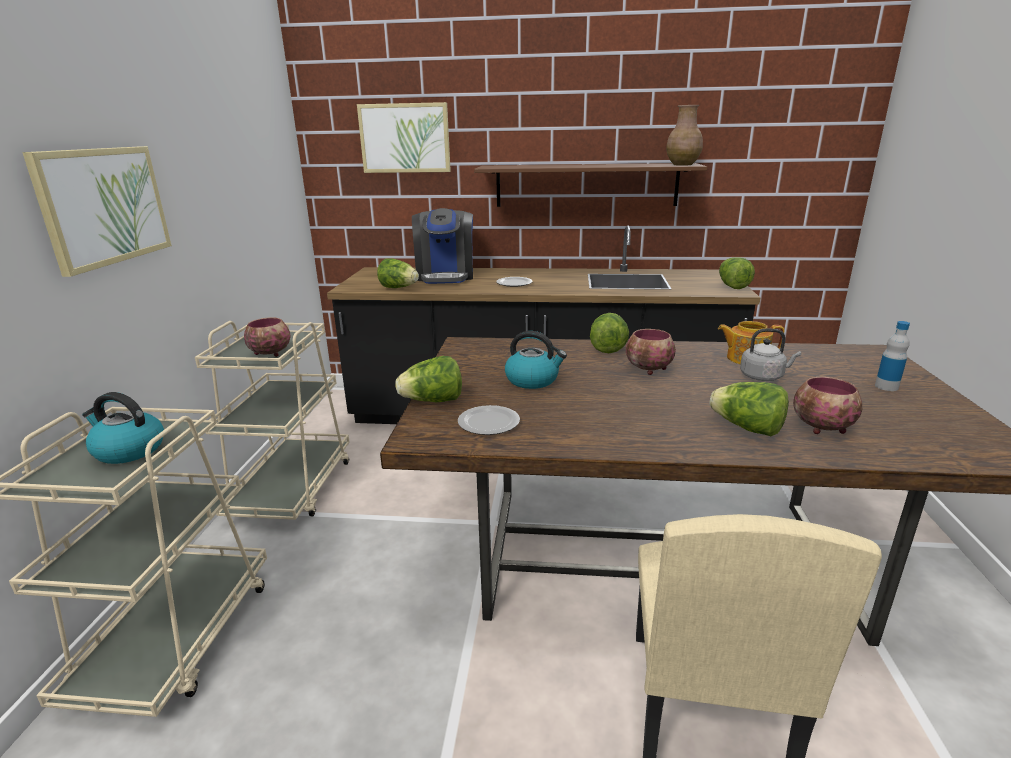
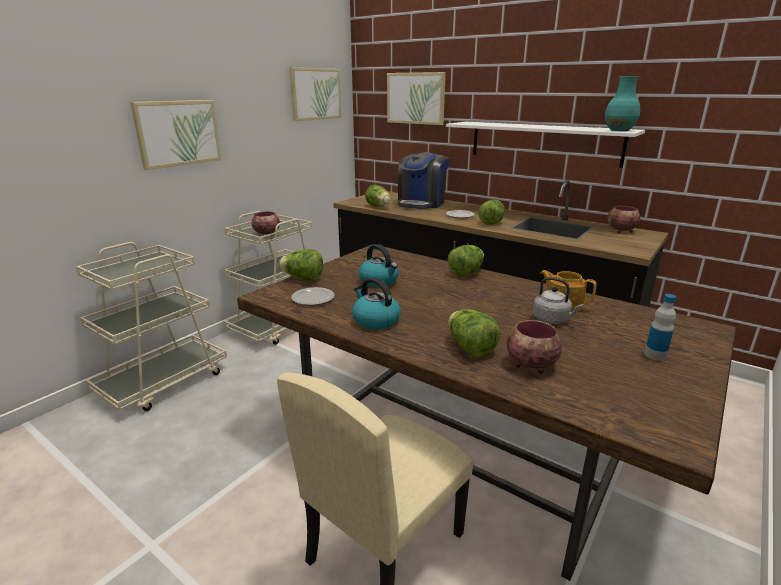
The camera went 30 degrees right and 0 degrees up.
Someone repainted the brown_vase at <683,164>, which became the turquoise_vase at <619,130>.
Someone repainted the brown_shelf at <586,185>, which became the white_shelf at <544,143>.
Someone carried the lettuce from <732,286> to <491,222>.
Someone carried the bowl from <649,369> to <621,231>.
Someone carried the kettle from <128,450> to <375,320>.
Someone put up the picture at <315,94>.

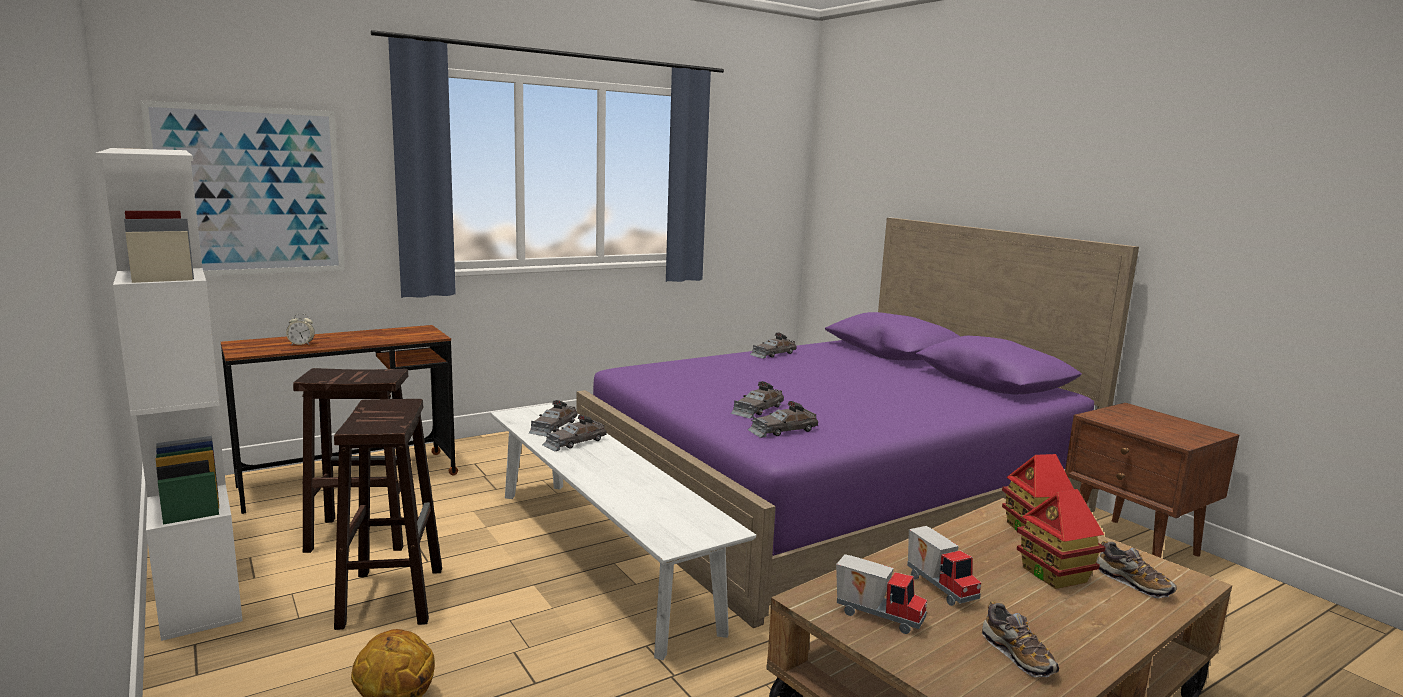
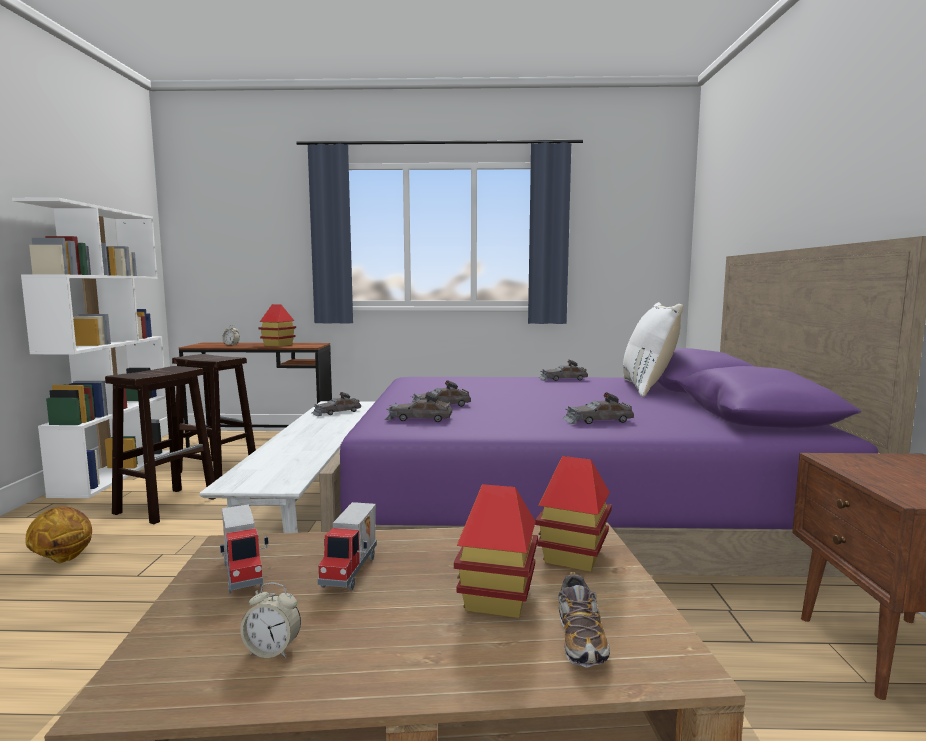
The camera went 35 degrees right and 5 degrees down.
Someone took away the picture at <250,191>.
Someone carried the grey_toy_car from <574,442> to <597,420>.
Someone swapped the shoe at <1017,655> for the alarm_clock at <272,650>.
Someone put down the white_pillow at <649,388>.
Someone put down the toy_house at <278,345>.

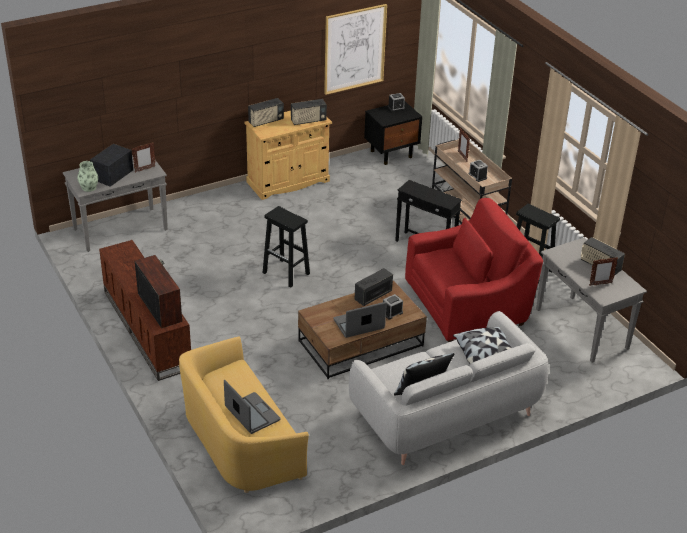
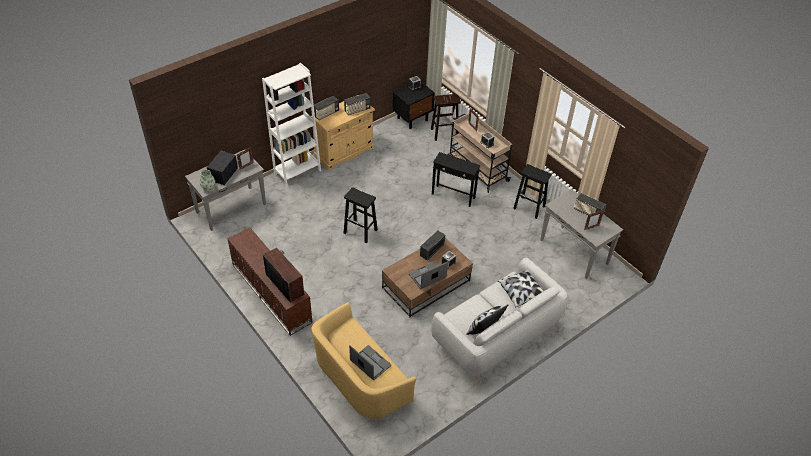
The camera went 10 degrees left and 10 degrees up.
Someone took away the picture at <354,49>.
Someone took away the red_armchair at <467,302>.
Someone put down the white_bookcase at <297,172>.
Someone put down the brown_stool at <444,133>.

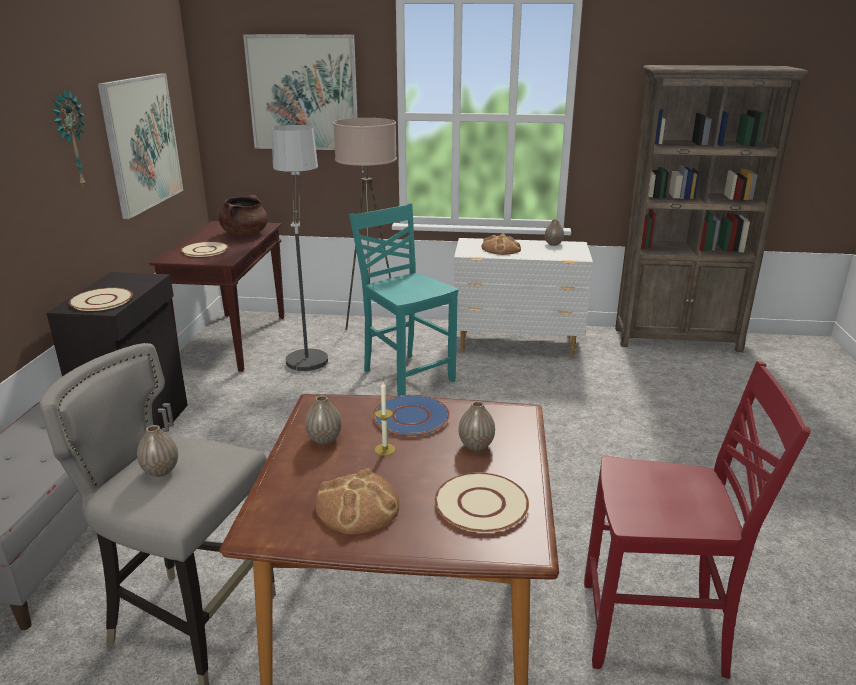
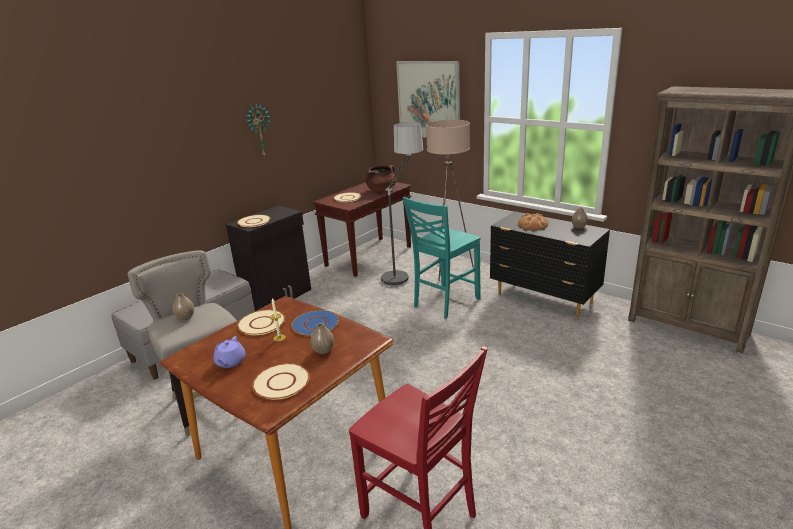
The camera went 35 degrees right and 0 degrees up.
Someone took away the picture at <142,143>.
Someone rotated the turquoise_chair at <406,375> by 135 degrees counterclockwise.
Someone repainted the white_dresser at <517,344>, which became the black_dresser at <544,299>.
Someone swapped the vase at <324,439> for the beige_plate at <261,323>.
Someone swapped the bread at <358,506> for the purple_teapot at <230,362>.

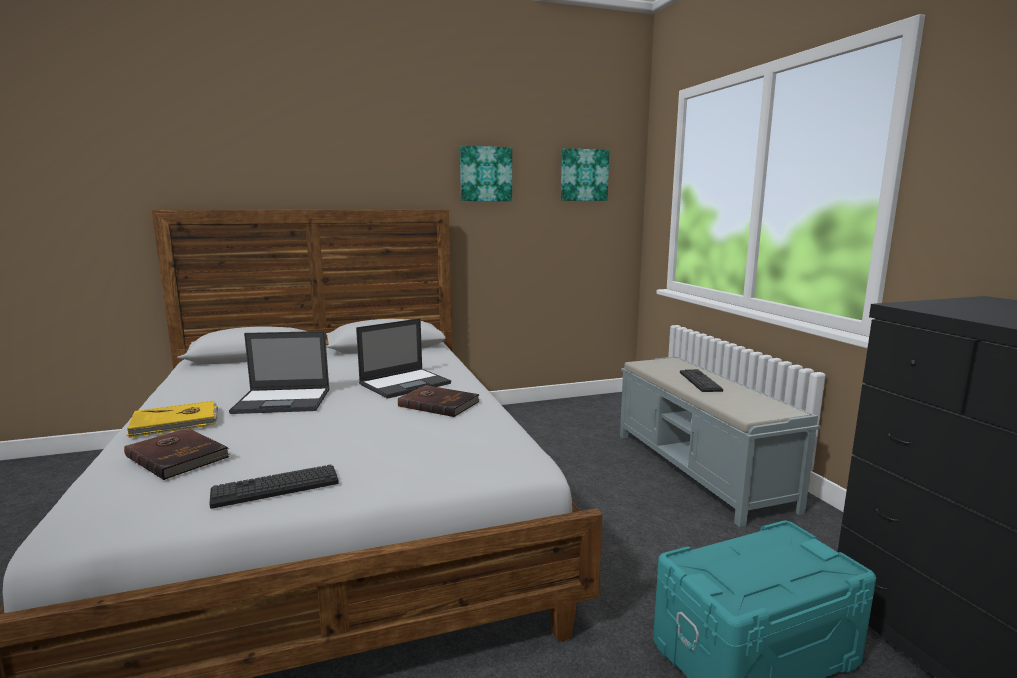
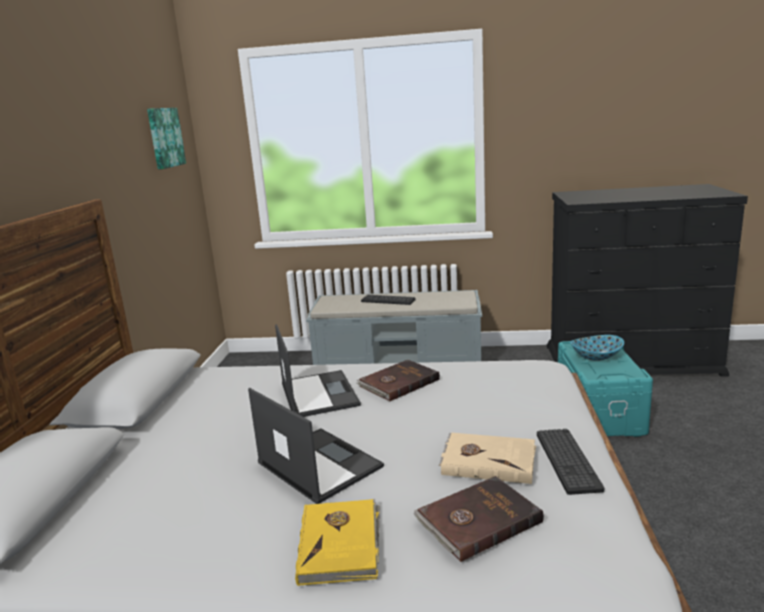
The camera went 65 degrees left and 5 degrees up.
Someone took away the picture at <485,174>.
Someone rotated the laptop at <284,401> by 60 degrees counterclockwise.
Someone put down the bowl at <595,357>.
Someone put down the beige_book at <488,460>.

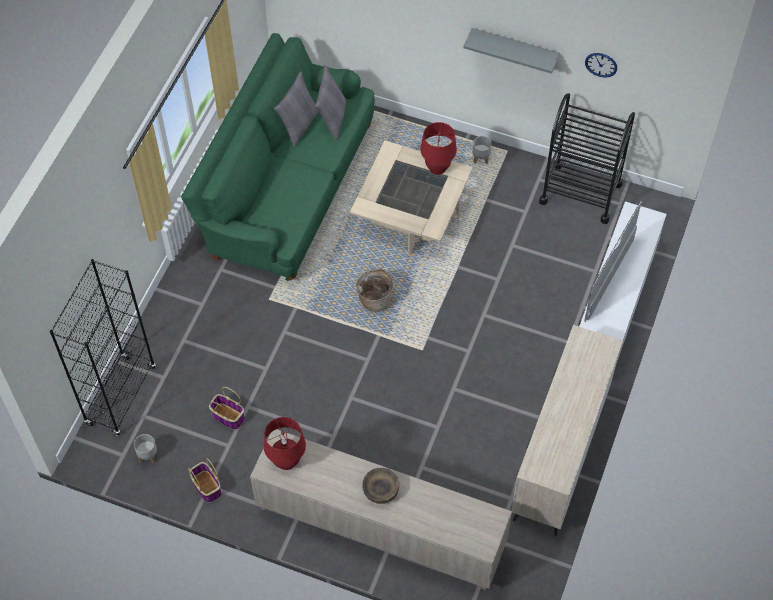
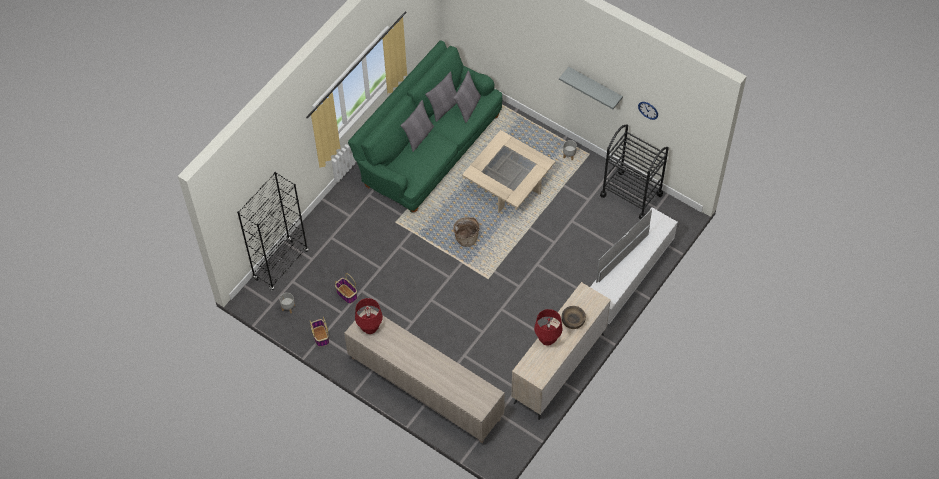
The camera went 15 degrees right and 0 degrees up.
Someone carried the red_table_lamp from <437,167> to <547,339>.
Someone carried the brown_bowl from <380,490> to <573,321>.
Someone put down the grey_pillow at <418,136>.

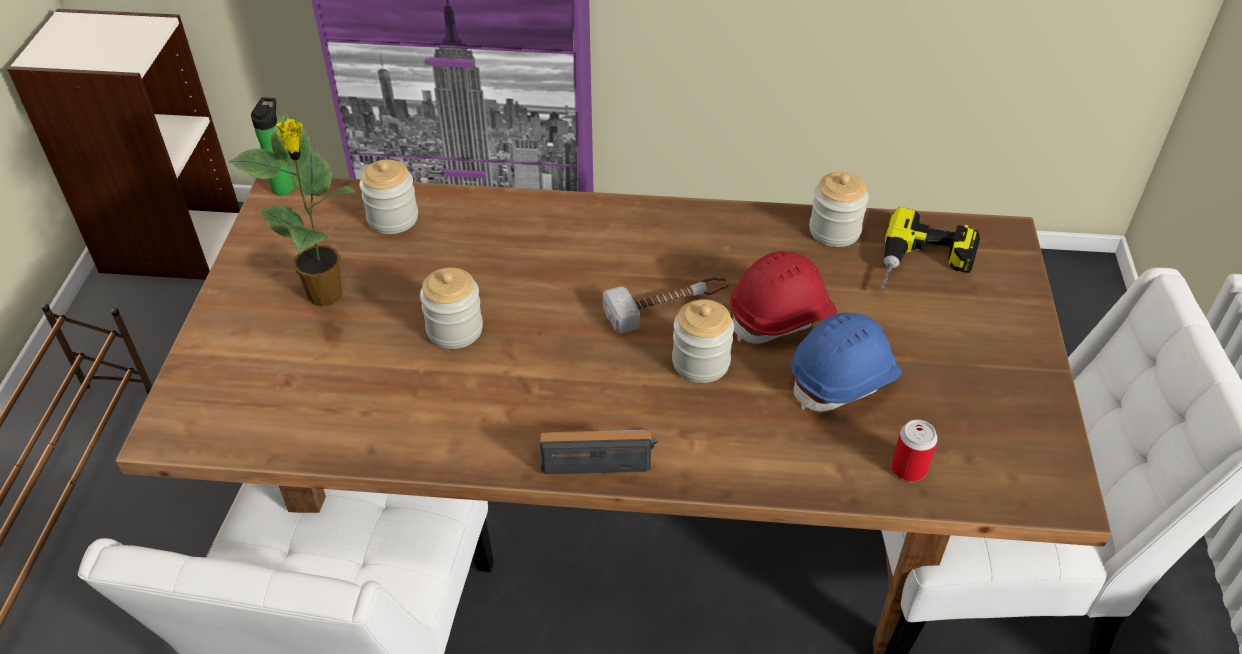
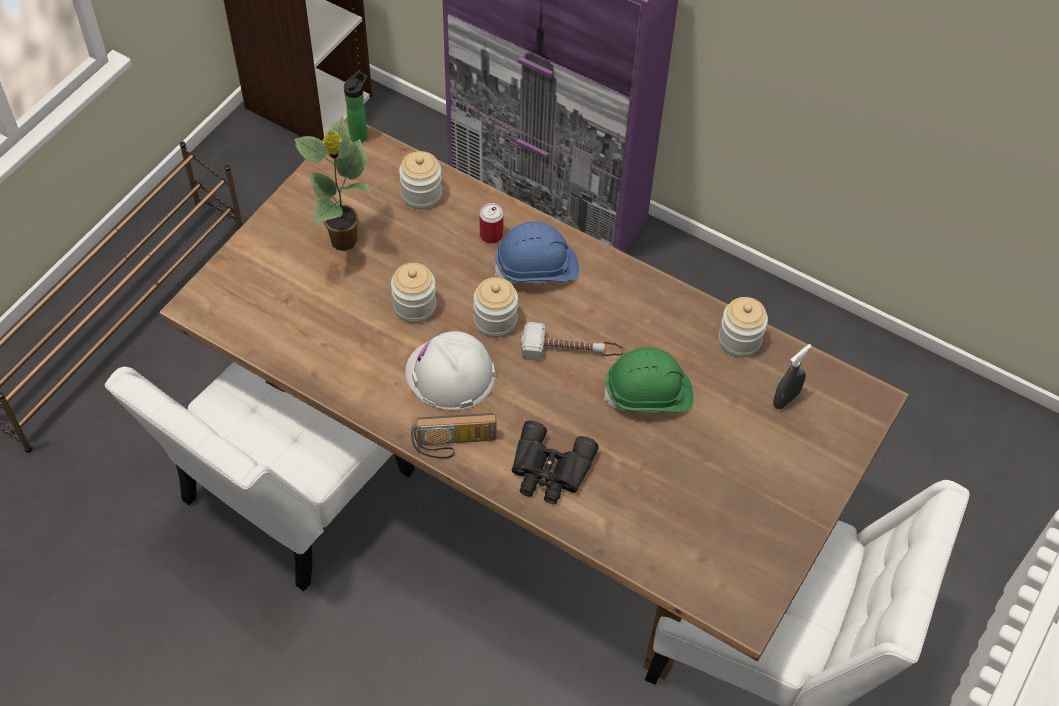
The camera went 25 degrees right and 10 degrees up.
Someone swapped the power_drill at <923,266> for the grey_spray_bottle at <785,399>.
Someone repainted the red_hard_hat at <782,316>, which became the green_hard_hat at <648,394>.
Someone carried the jar from <701,362> to <495,321>.
Someone carried the blue_hard_hat from <844,379> to <537,268>.
Someone carried the can from <909,468> to <491,235>.
Someone rotated the radio at <599,458> by 150 degrees clockwise.
Someone put down the white_hard_hat at <450,374>.
Someone put down the black_binoculars at <549,470>.

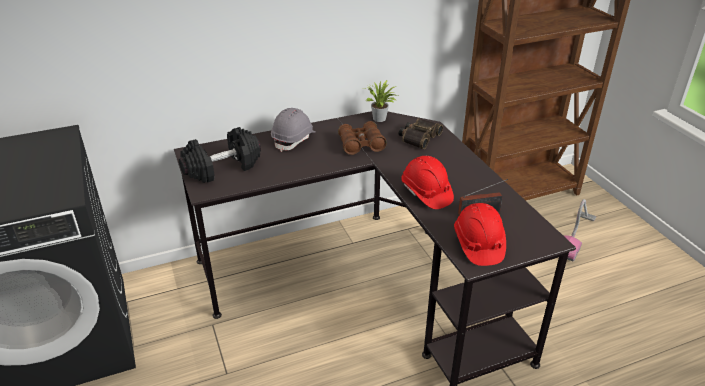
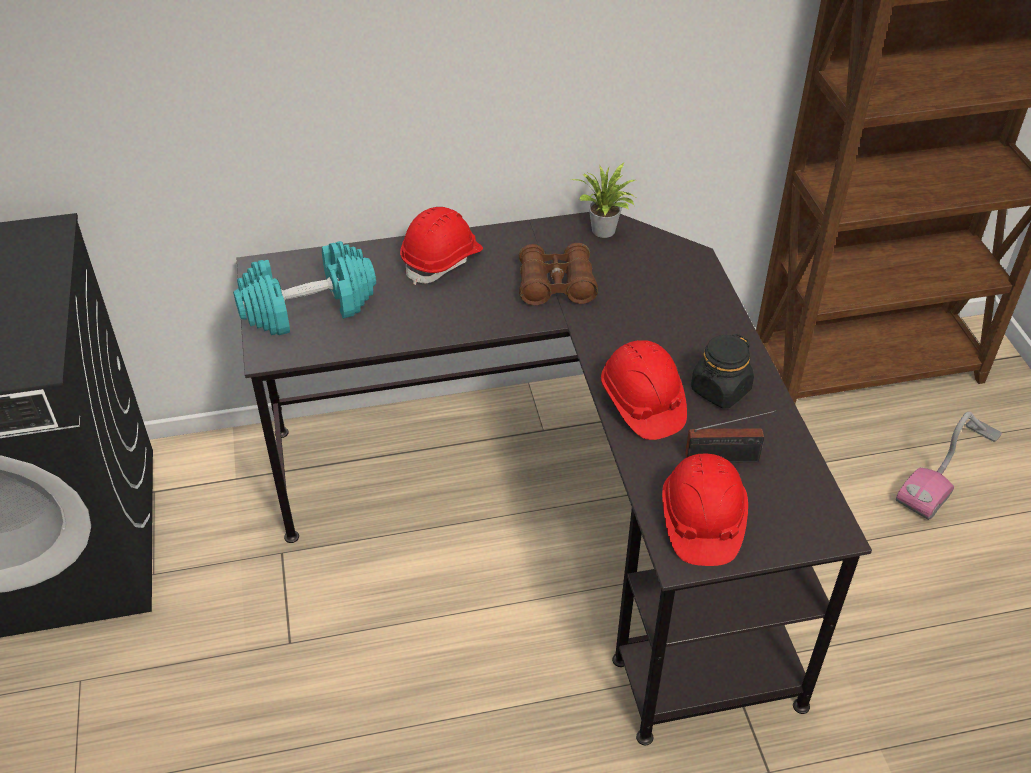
The camera went 10 degrees right and 10 degrees up.
Someone repainted the grey_hard_hat at <294,139>, which became the red_hard_hat at <442,260>.
Someone took away the binoculars at <418,137>.
Someone repainted the black_dumbbell at <222,168>, which became the turquoise_dumbbell at <308,309>.
Someone put down the black_jar at <720,390>.

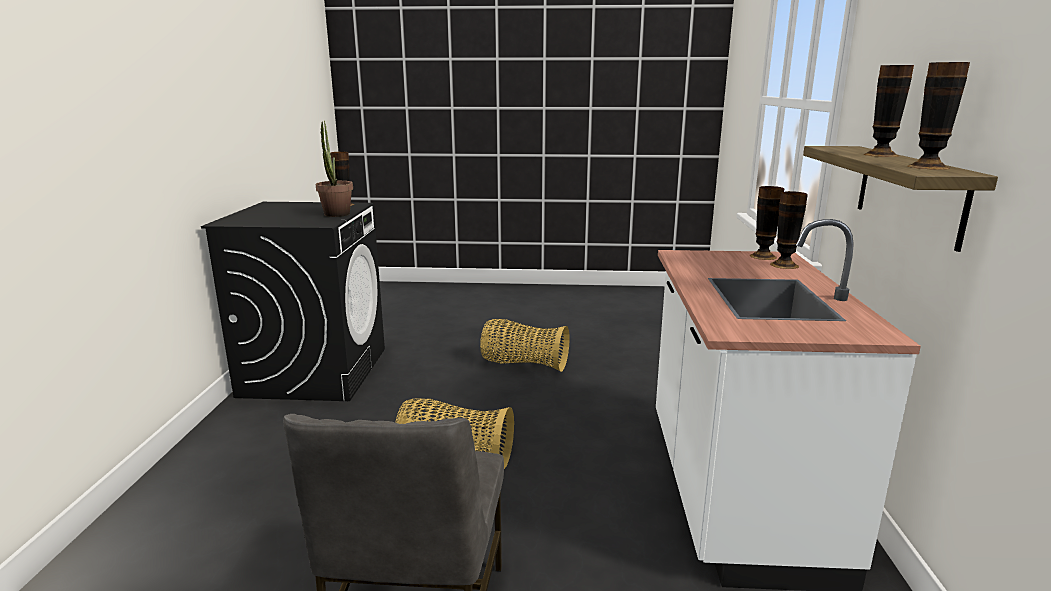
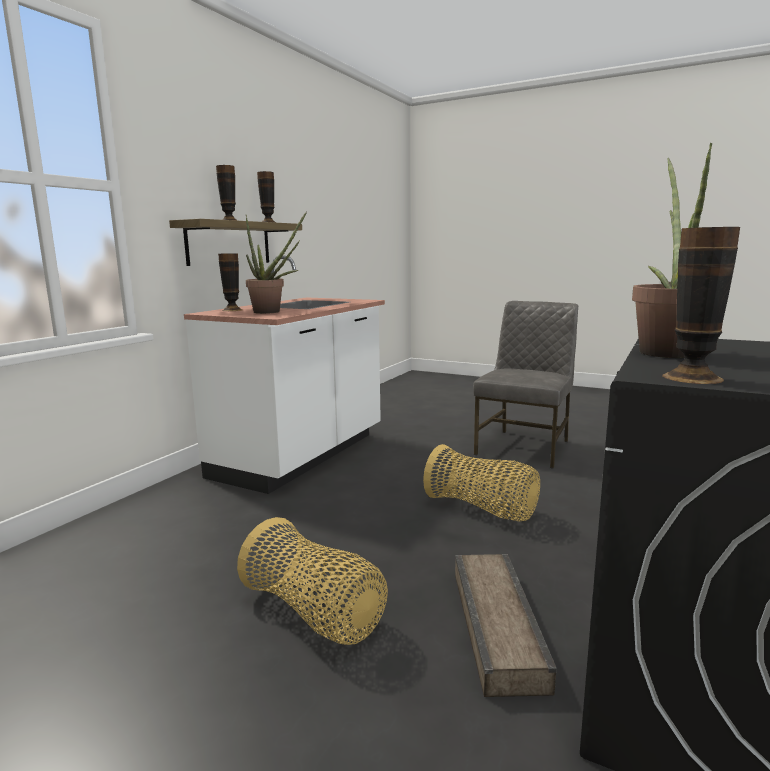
The camera went 155 degrees left and 5 degrees down.
Someone took away the vase at <763,256>.
Someone put down the potted_plant at <272,312>.
Someone put down the crate at <494,627>.

